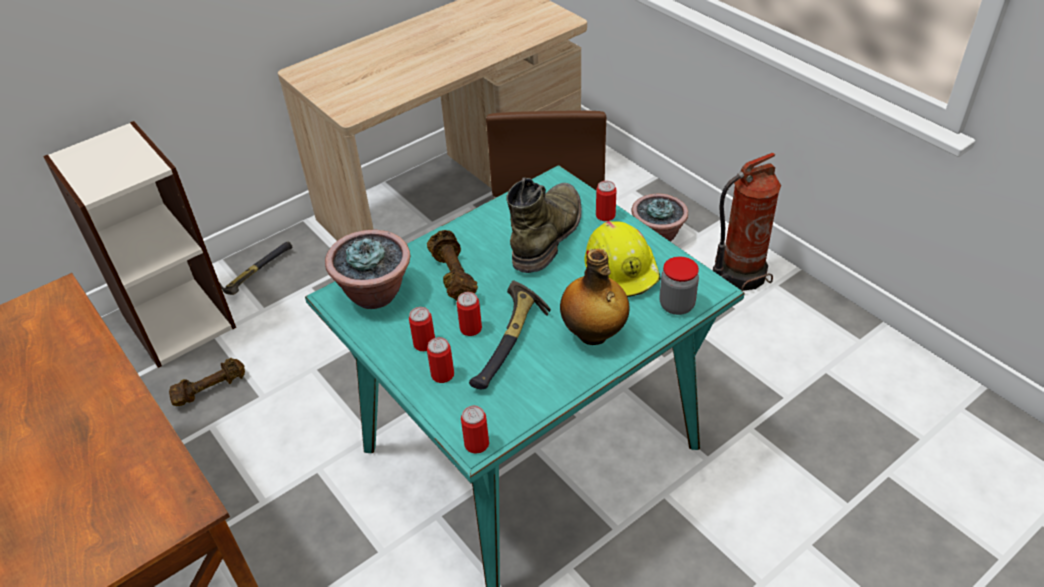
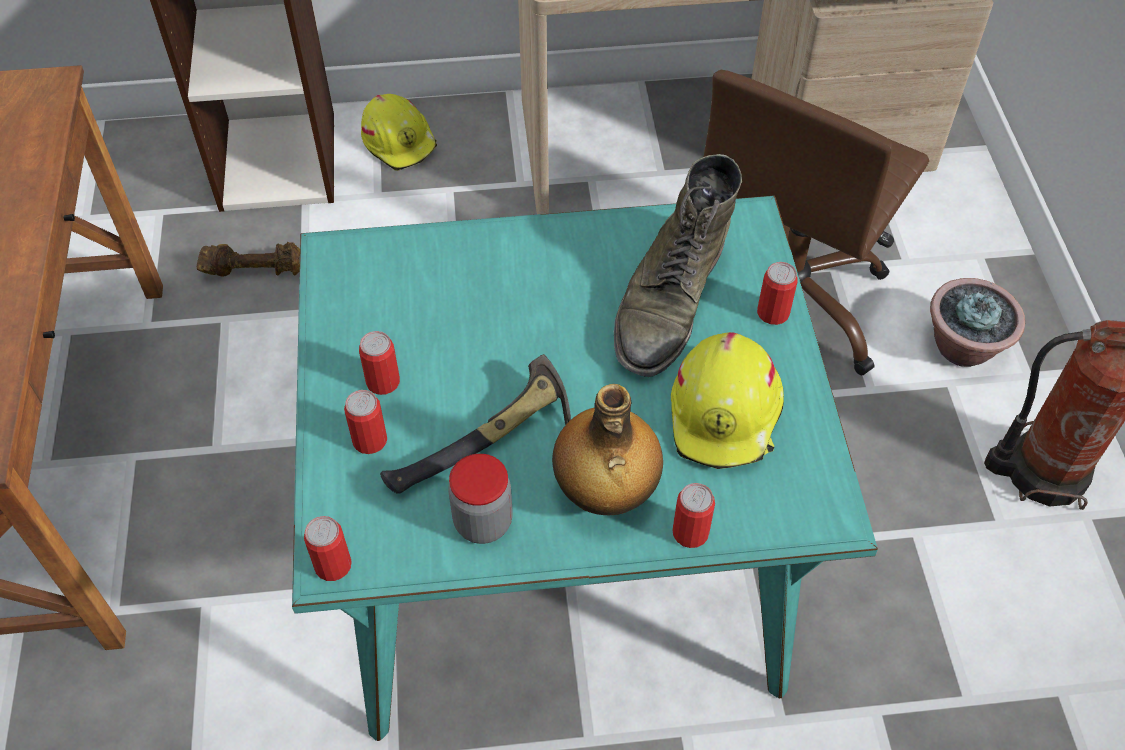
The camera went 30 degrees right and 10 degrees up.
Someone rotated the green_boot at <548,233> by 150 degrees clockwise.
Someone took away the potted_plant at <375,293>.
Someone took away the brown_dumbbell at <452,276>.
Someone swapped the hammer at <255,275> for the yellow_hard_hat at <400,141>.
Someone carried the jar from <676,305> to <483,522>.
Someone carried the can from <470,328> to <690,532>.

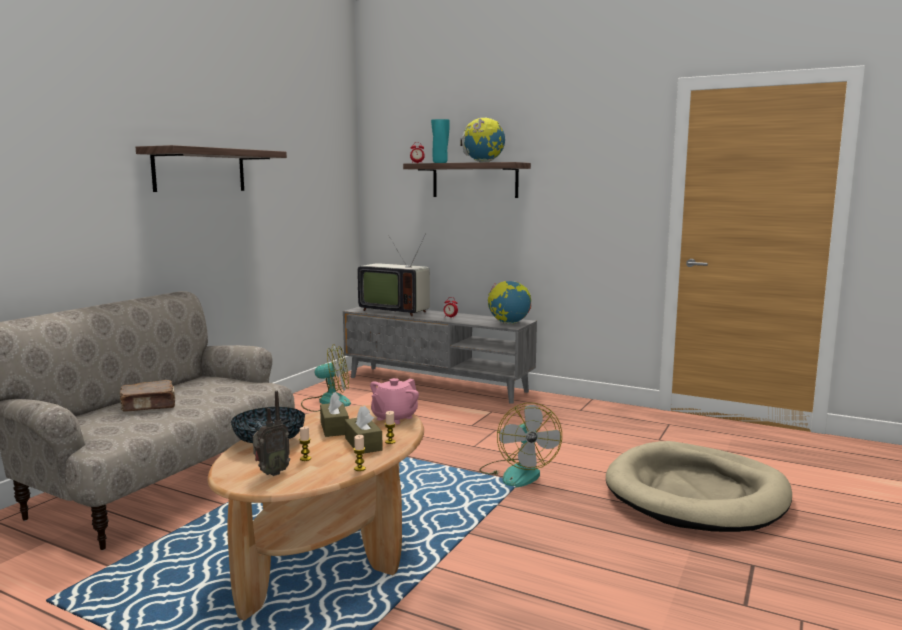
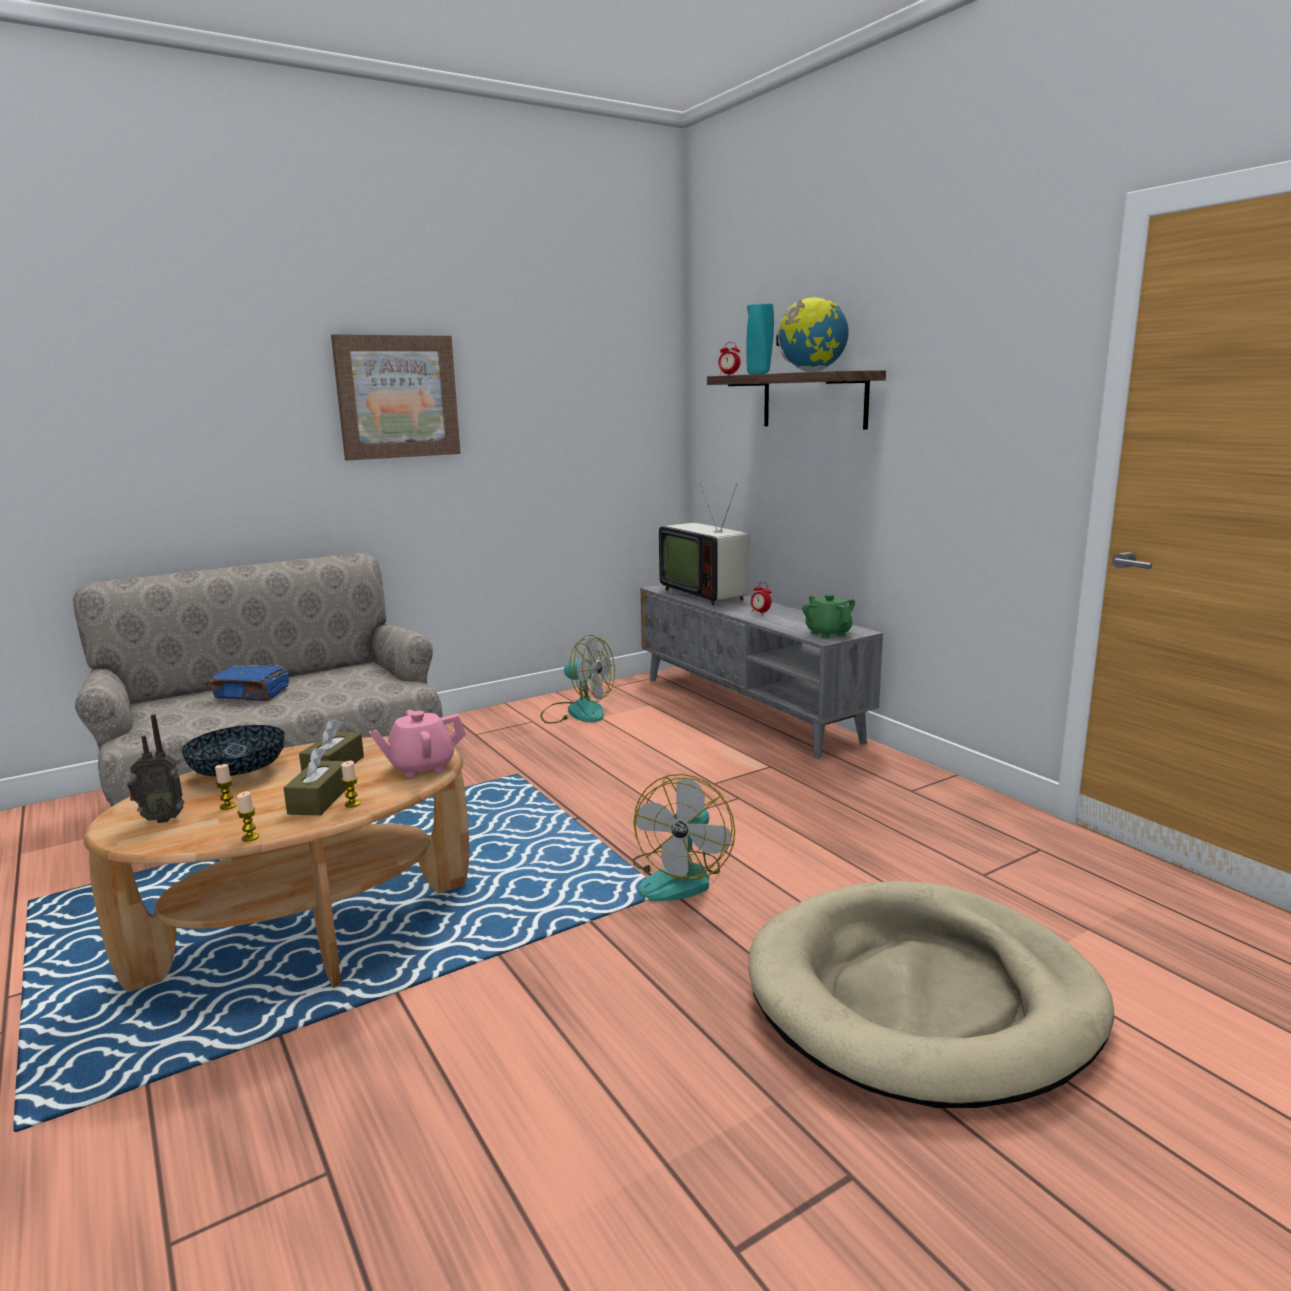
The camera went 30 degrees right and 5 degrees up.
Someone swapped the shelf at <200,170> for the picture at <397,397>.
Someone swapped the globe at <509,323> for the green_teapot at <828,633>.
Someone repainted the brown_book at <149,406>, which became the blue_book at <252,694>.

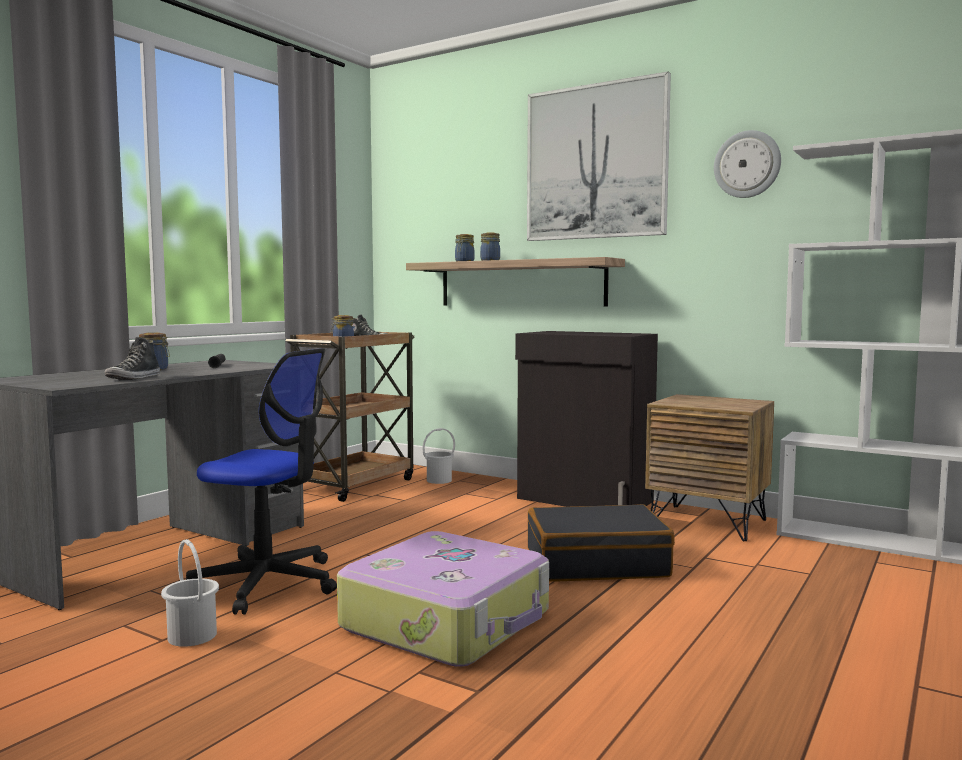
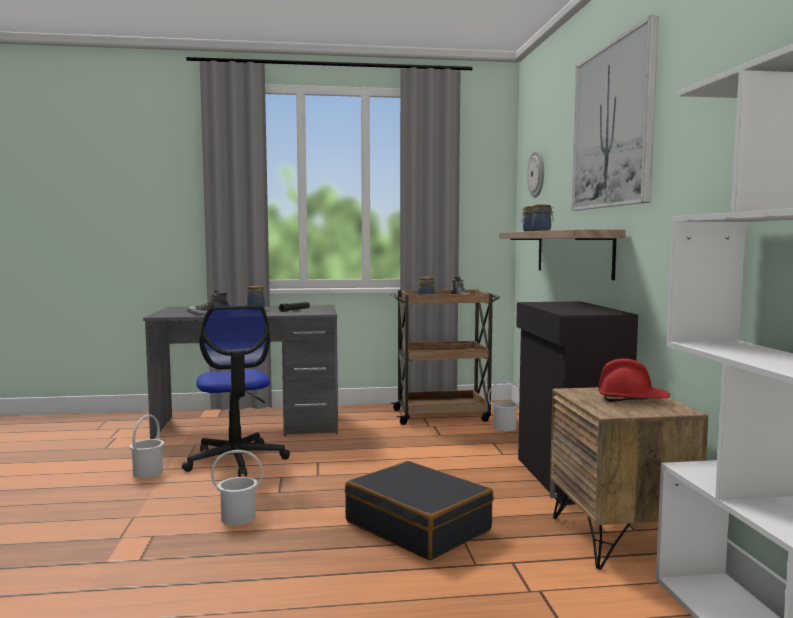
The camera went 50 degrees right and 0 degrees up.
Someone carried the wall_clock from <747,164> to <537,174>.
Someone swapped the suitcase at <449,620> for the white_bucket at <238,518>.
Someone put down the red_hard_hat at <632,399>.

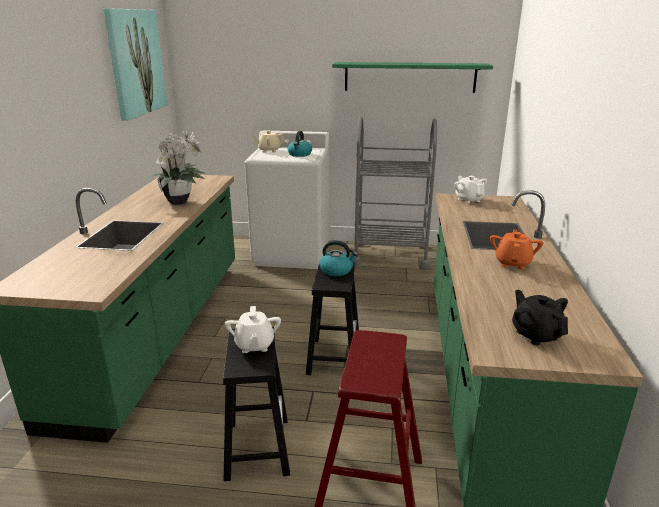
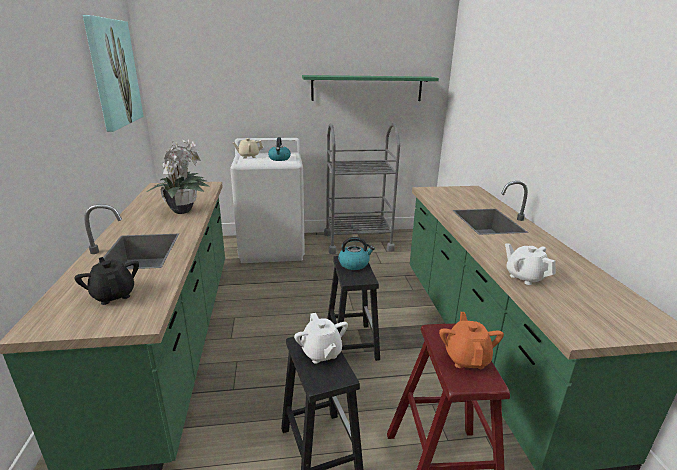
The camera went 15 degrees left and 0 degrees up.
Someone carried the white_teapot from <468,200> to <525,277>.
Someone carried the orange_teapot from <512,263> to <466,358>.
Someone carried the black_teapot from <536,334> to <114,295>.

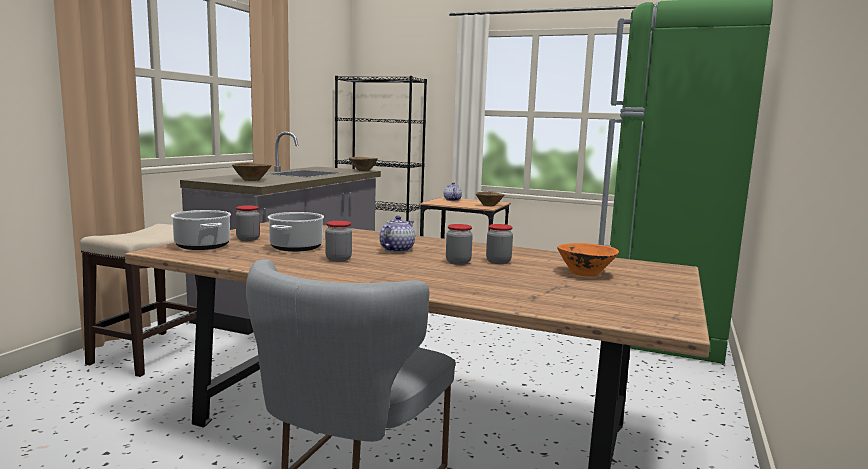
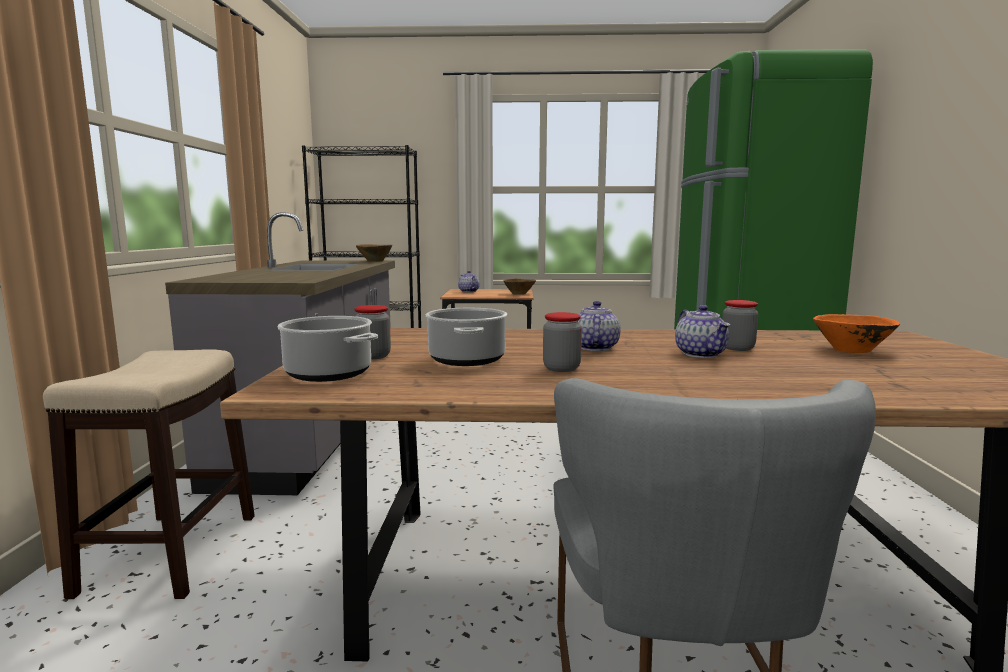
The camera went 20 degrees left and 0 degrees up.
Someone took away the brown_bowl at <251,180>.
Someone swapped the jar at <458,262> for the teapot at <701,354>.

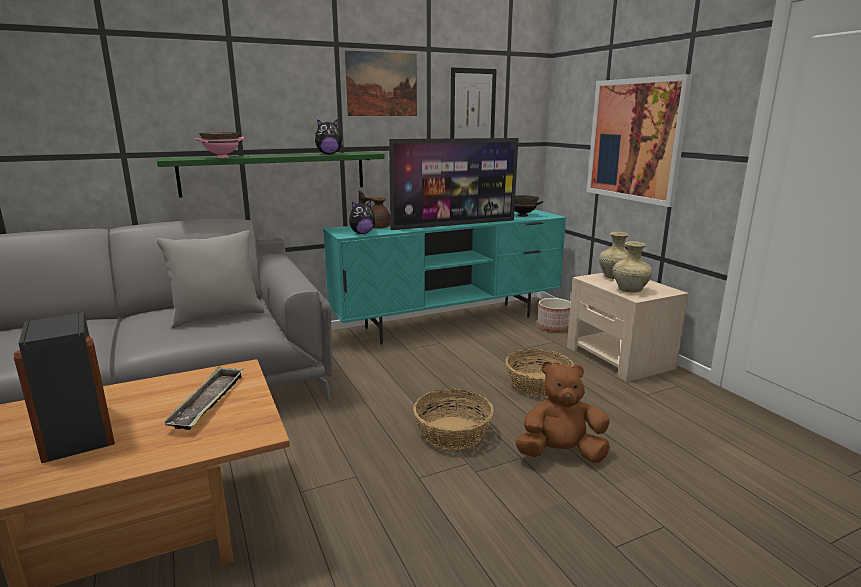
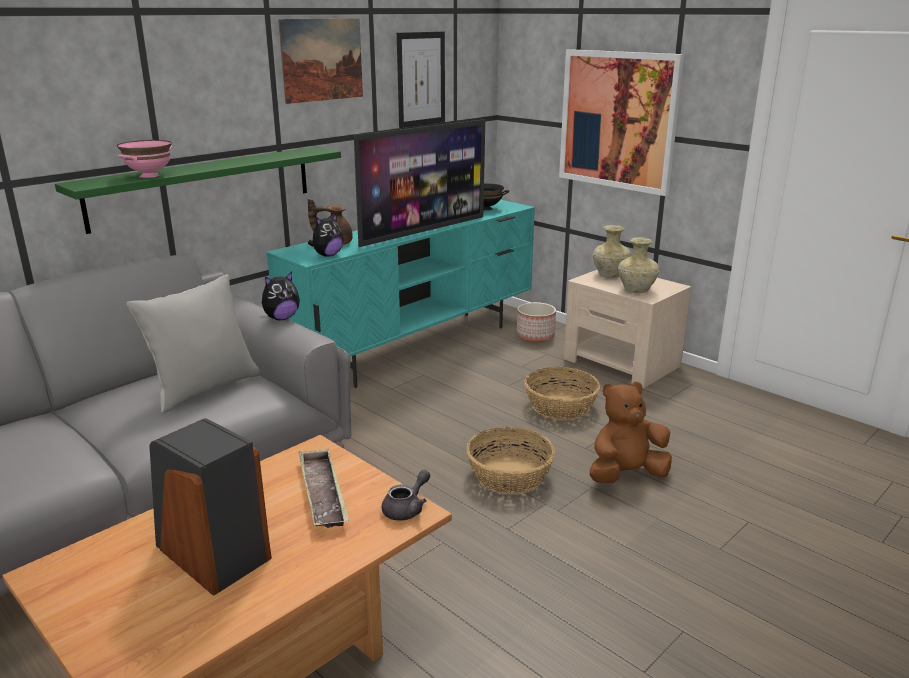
The camera went 20 degrees left and 5 degrees up.
Someone carried the plush_toy from <329,154> to <281,318>.
Someone put down the grey_teapot at <407,509>.

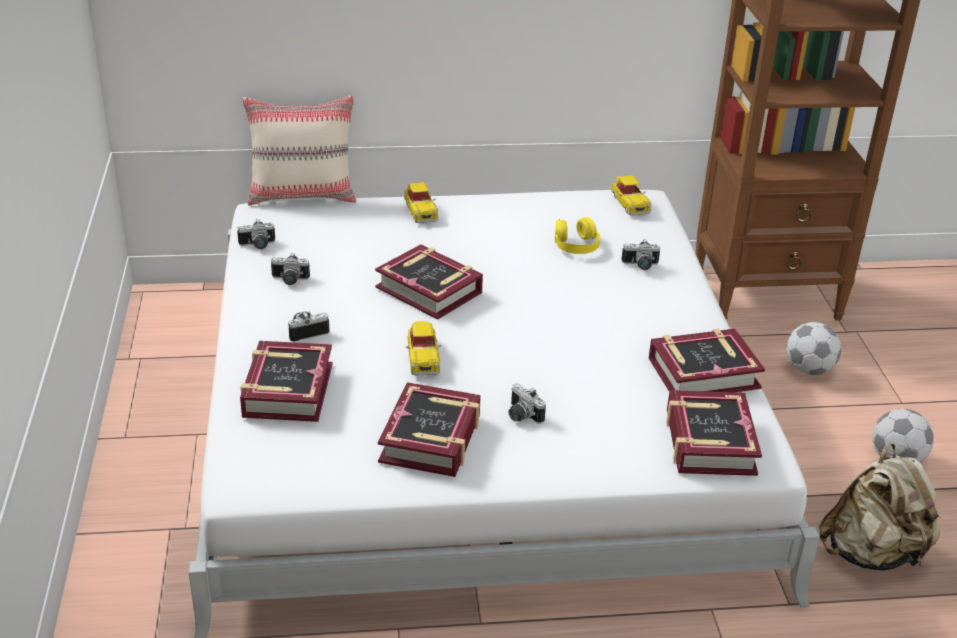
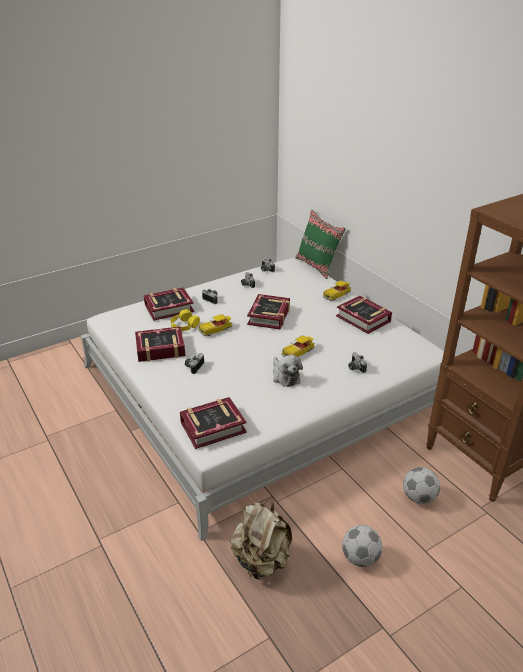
The camera went 65 degrees right and 0 degrees up.
Someone repainted the beige_pillow at <303,195>, which became the green_pillow at <317,266>.
Someone carried the toy_car from <629,203> to <298,352>.
Someone carried the yellow_headphones from <576,244> to <184,325>.
Someone carried the book from <703,373> to <363,319>.
Someone put down the plush_toy at <285,376>.

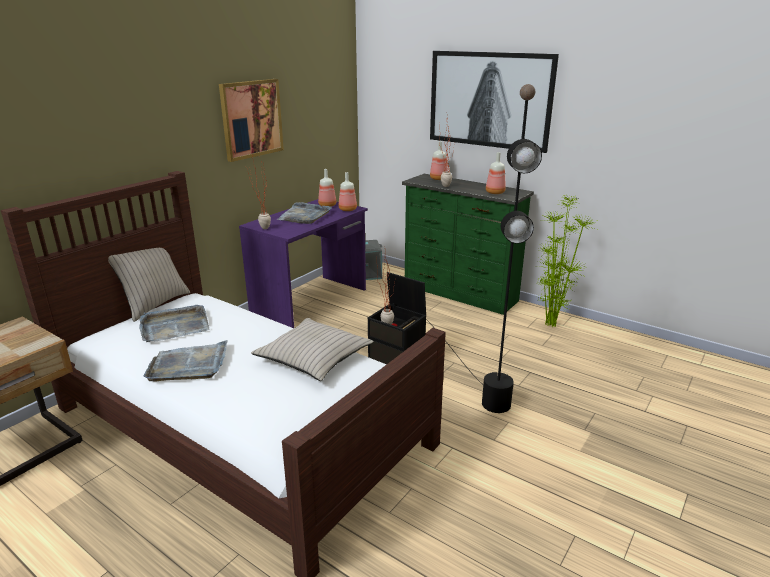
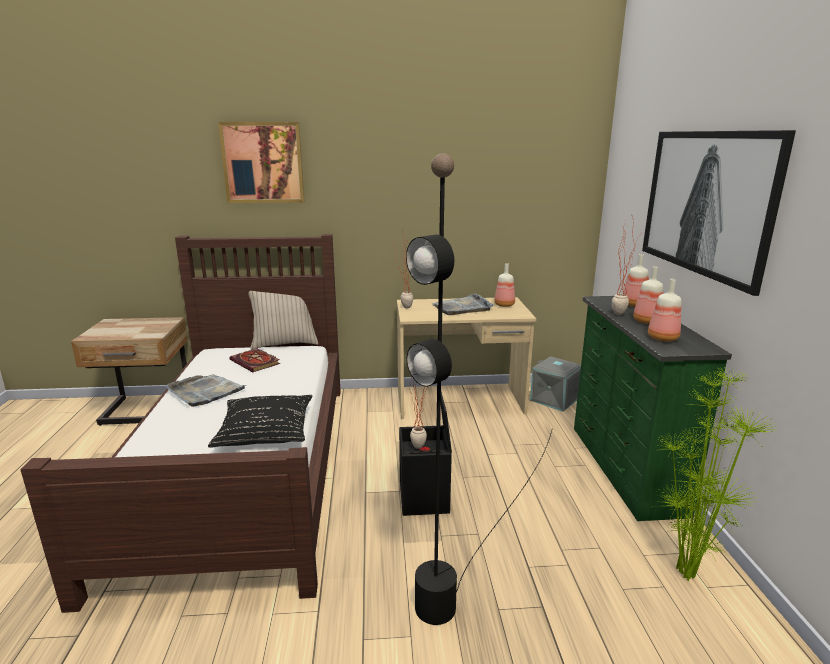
The camera went 50 degrees right and 5 degrees down.
Someone carried the picture from <251,119> to <263,163>.
Someone carried the bottle from <347,209> to <646,321>.
Someone repainted the purple_desk at <311,301>, which became the beige_desk at <460,402>.
Someone swapped the grey_tray at <174,326> for the book at <256,362>.
Someone repainted the beige_pillow at <314,358>, which became the black_pillow at <265,431>.

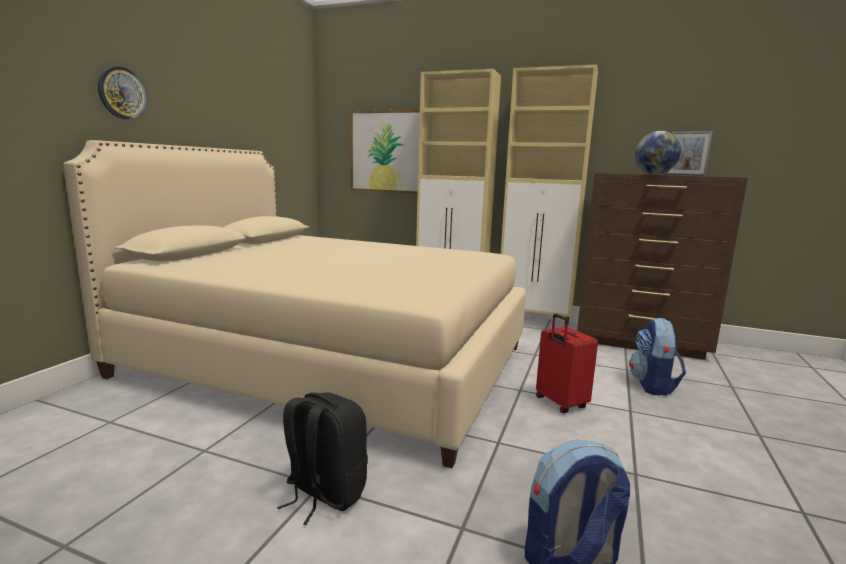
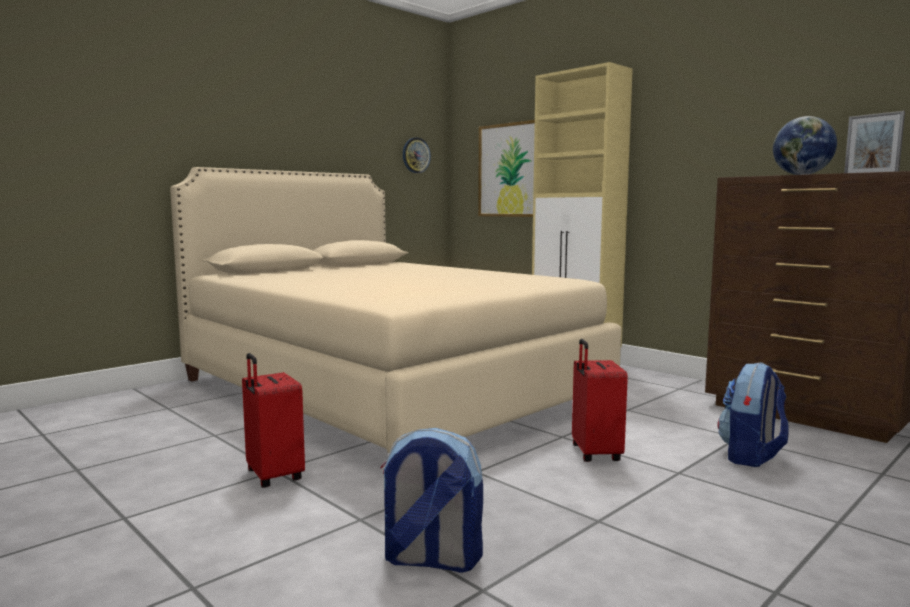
The camera went 25 degrees right and 5 degrees down.
Someone took away the beige_cabinet at <534,323>.
Someone carried the wall_clock from <122,93> to <416,155>.
Someone swapped the black_backpack at <324,494> for the red_suitcase at <273,476>.

